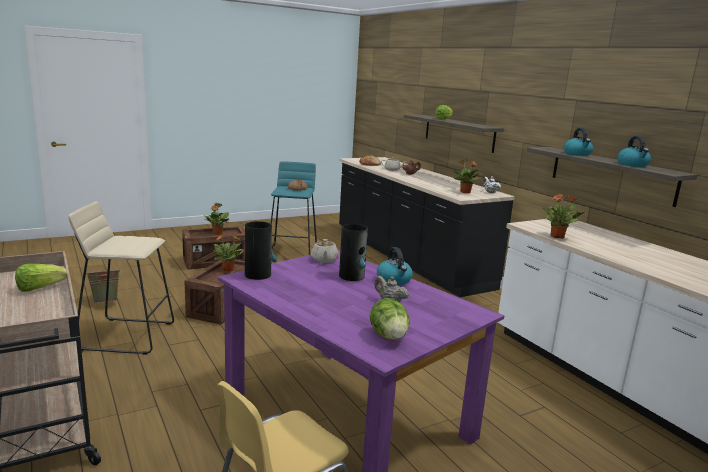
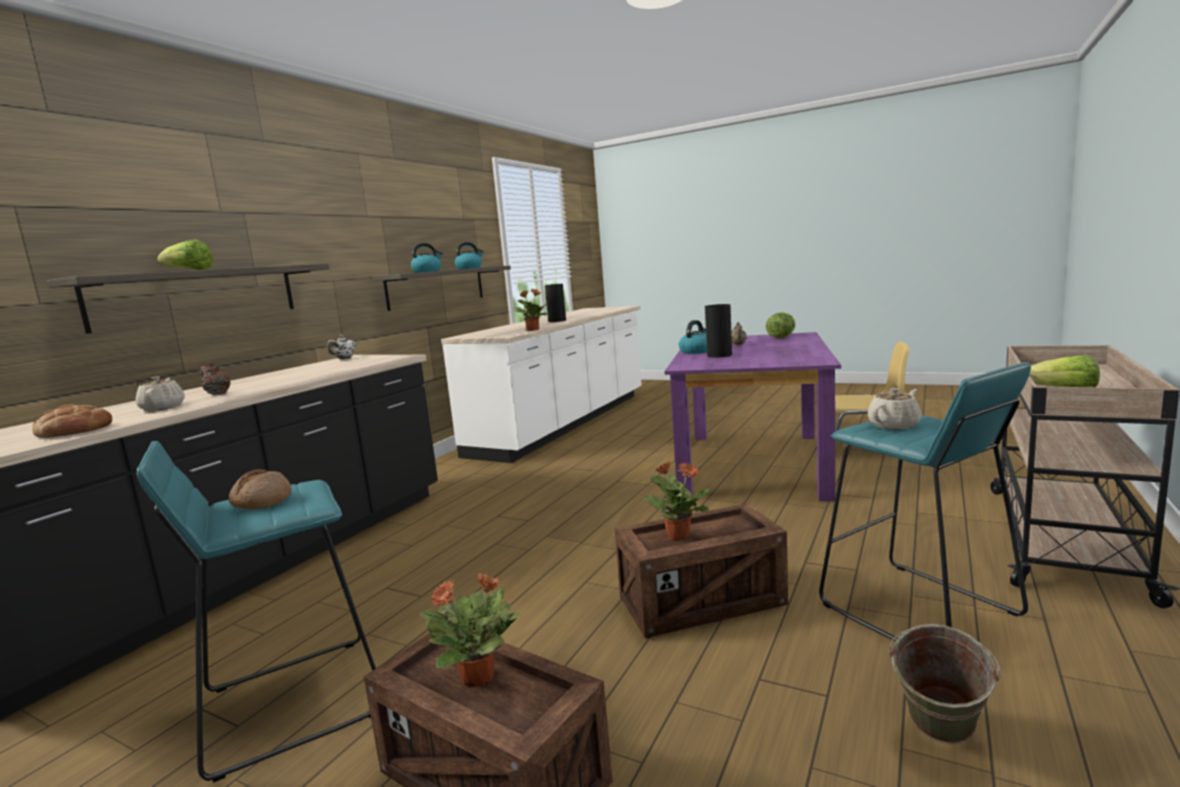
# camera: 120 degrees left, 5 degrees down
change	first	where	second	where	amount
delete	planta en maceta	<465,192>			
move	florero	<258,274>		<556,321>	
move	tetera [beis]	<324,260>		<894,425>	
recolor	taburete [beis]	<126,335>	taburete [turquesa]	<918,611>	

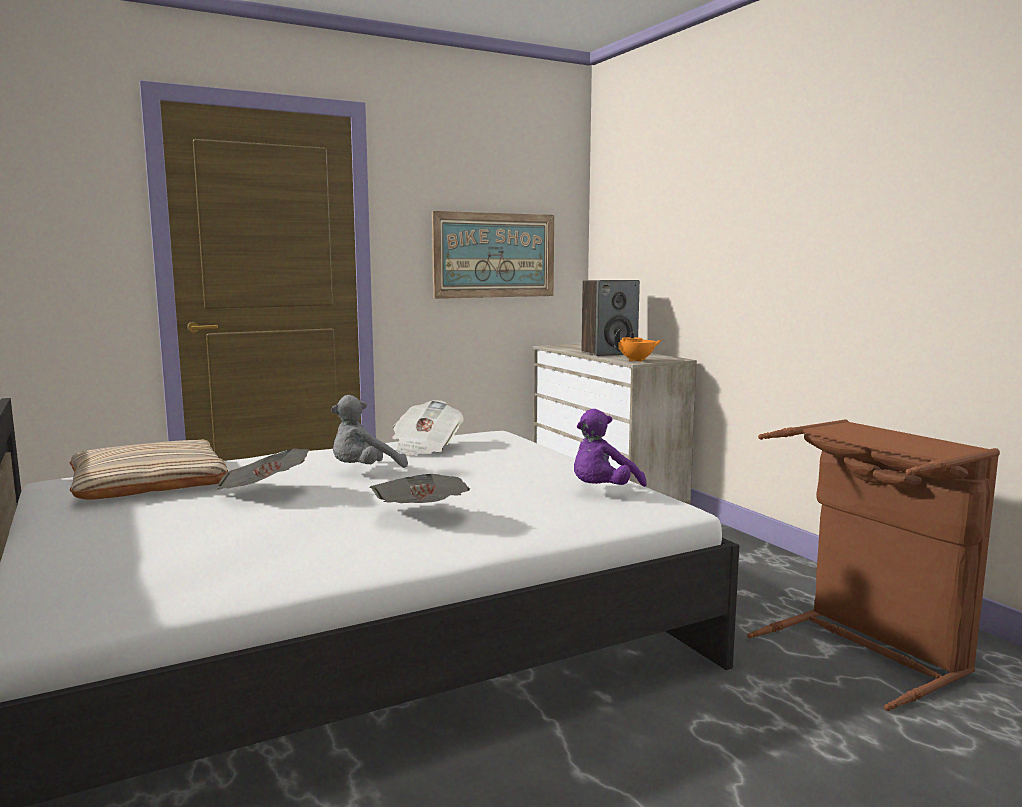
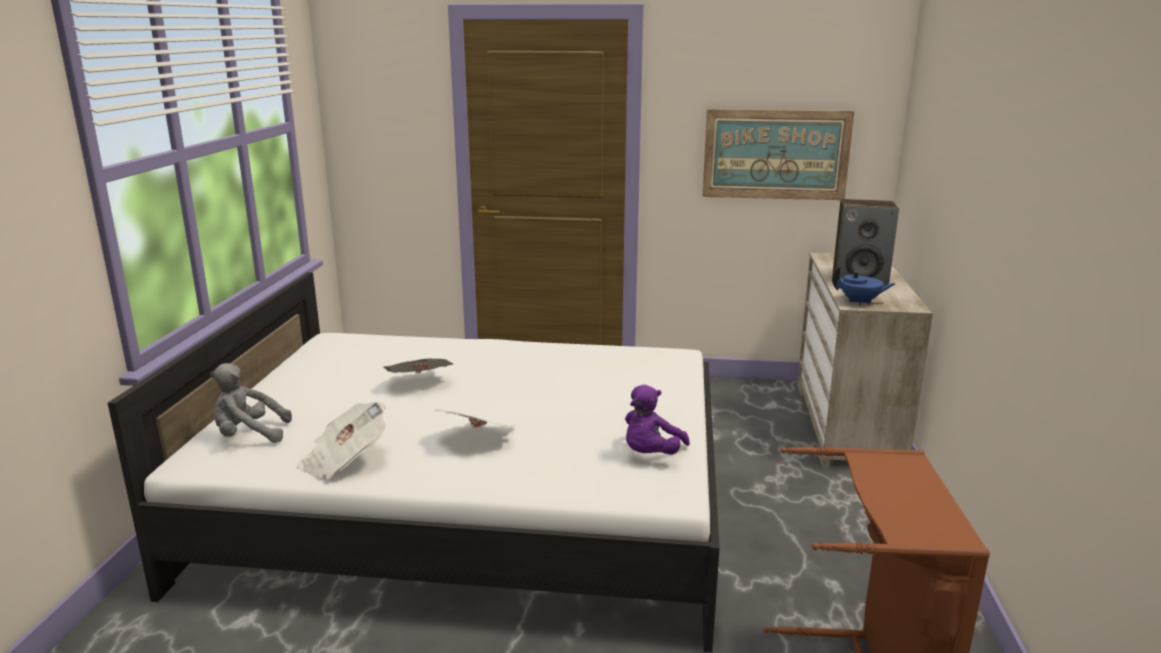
# camera: 35 degrees right, 10 degrees up
change	first	where	second	where	amount
delete	cojín [beis]	<148,481>			
move	peluche [gris]	<364,471>		<249,435>	
move	periódico	<425,448>		<344,460>	
recolor	tetera [naranja]	<637,360>	tetera [azul]	<860,302>	
rotate	peluche [morado]	<602,491>		<650,454>	45 degrees counterclockwise

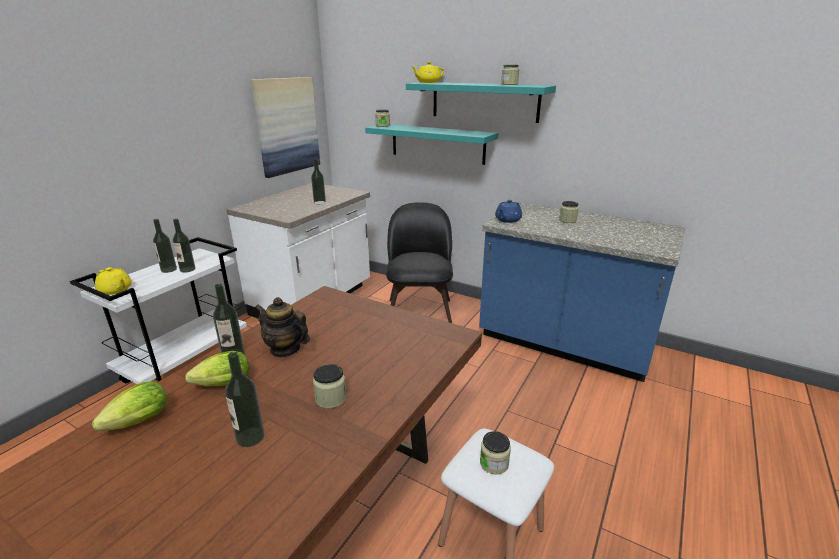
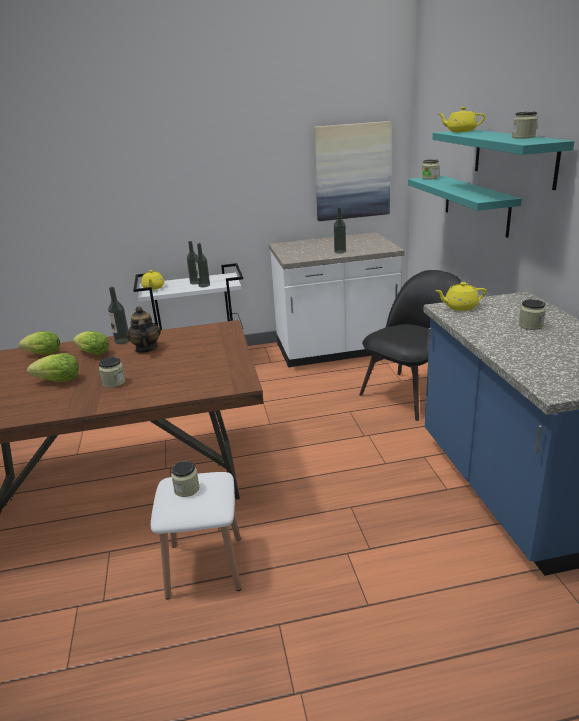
# camera: 50 degrees right, 0 degrees up
change	first	where	second	where	amount
replace	botella	<250,437>	lechuga	<59,381>	
recolor	tetera [azul]	<507,220>	tetera [amarillo]	<460,307>	

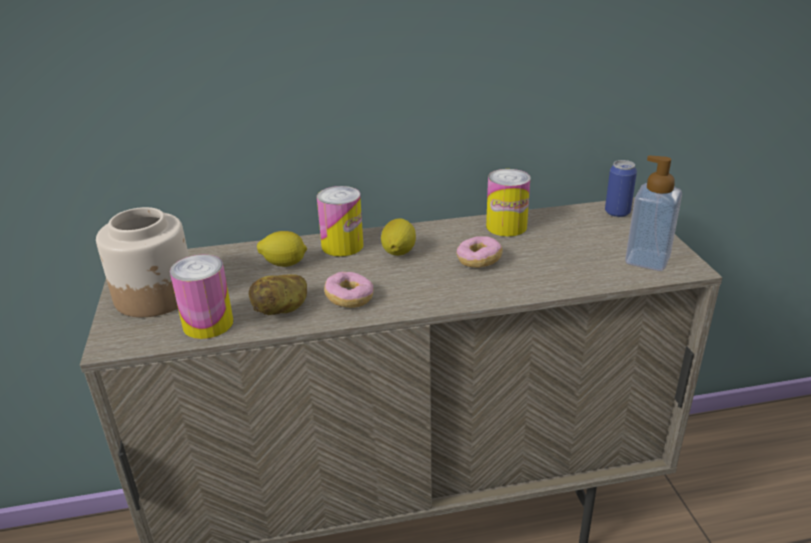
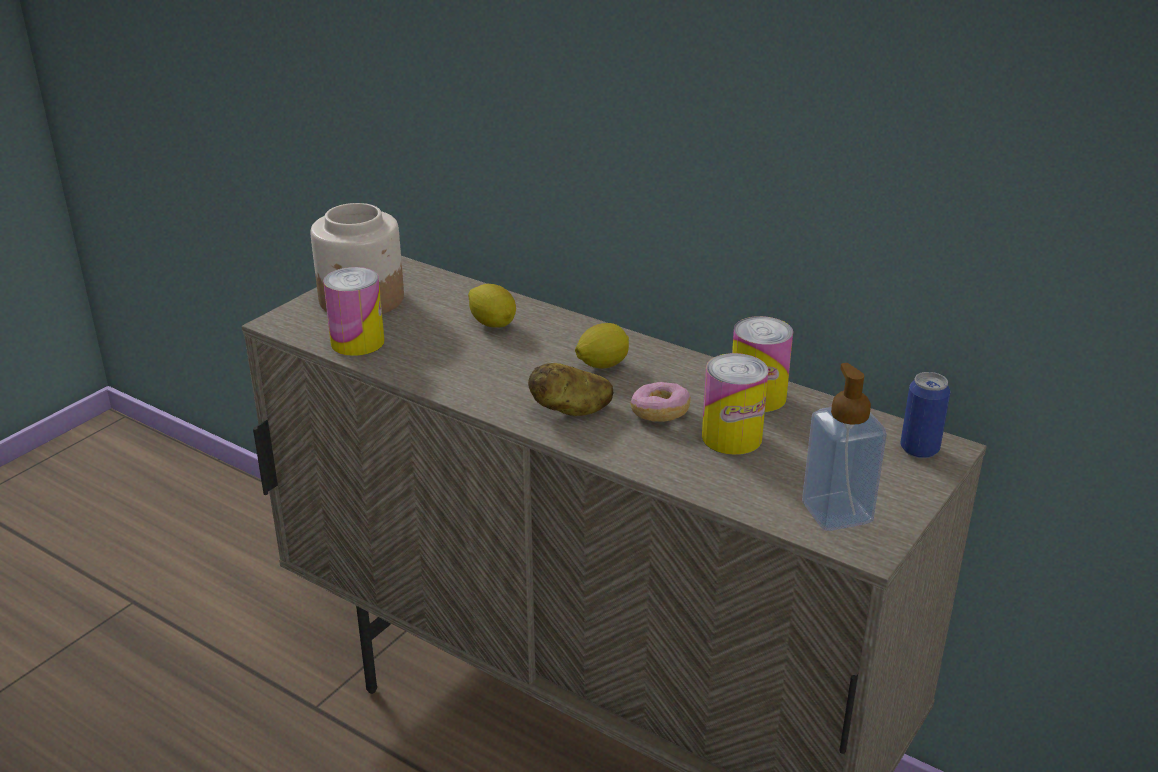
# camera: 45 degrees right, 0 degrees up
change	first	where	second	where	amount
delete	rosquilla	<349,299>			
move	patata	<283,309>		<571,410>	
move	lata	<342,246>		<731,437>	

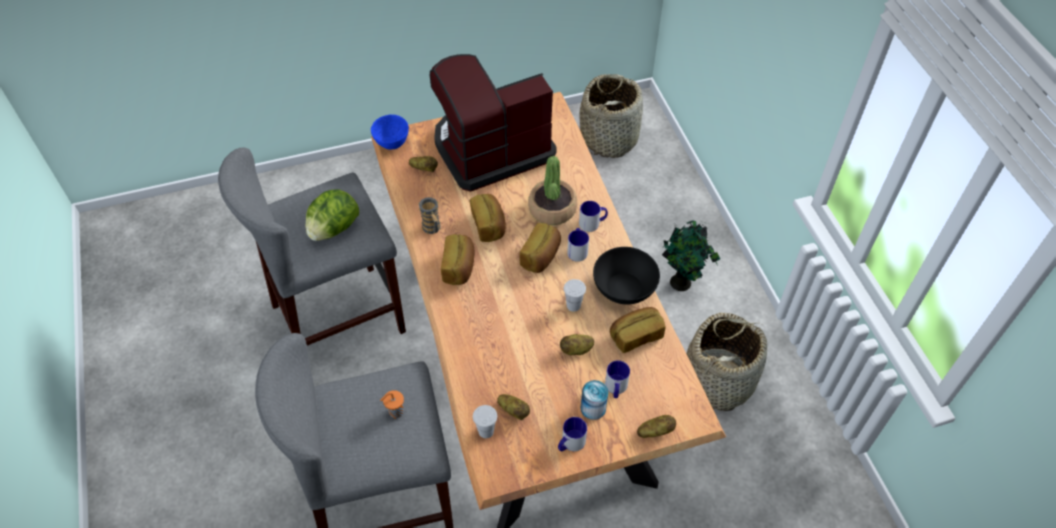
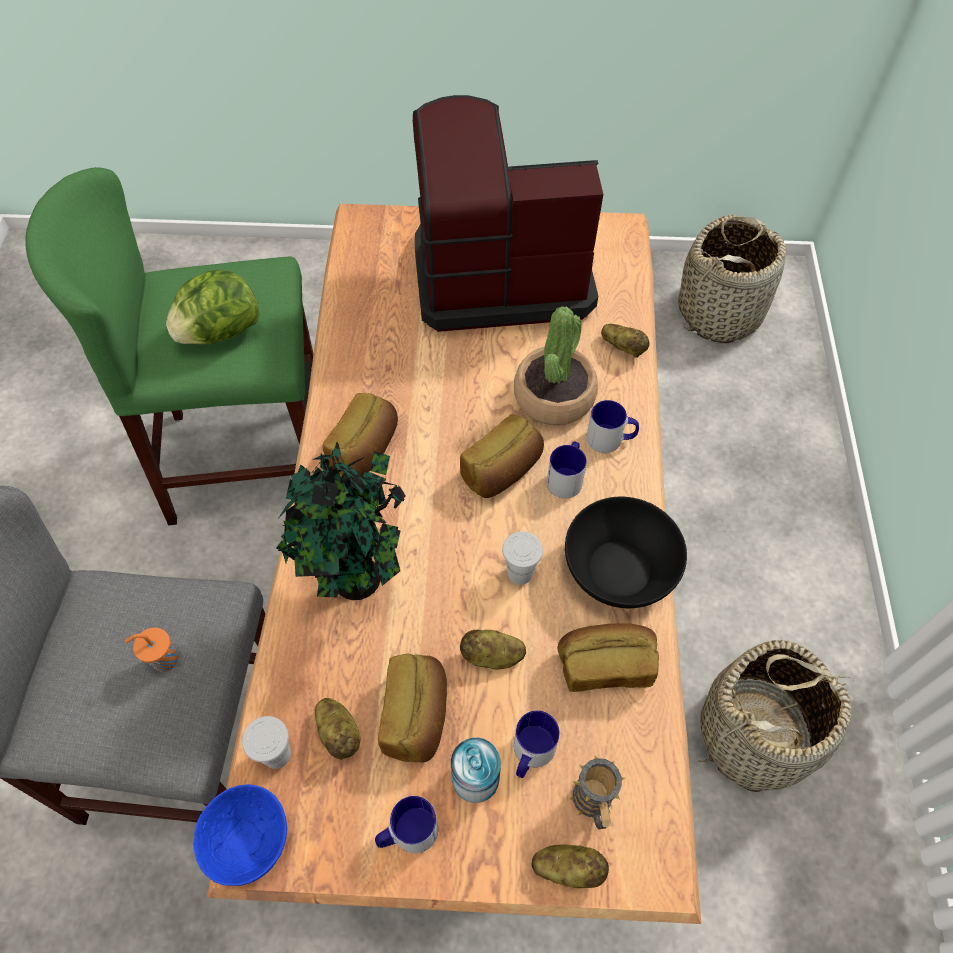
# camera: 20 degrees right, 5 degrees up
change	first	where	second	where	amount
move	cuenco [azul]	<393,144>		<254,842>	
move	patata	<424,169>		<623,348>	
move	taza grande	<432,229>		<593,805>	
move	pan	<489,225>		<416,715>	
move	planta en maceta	<682,283>		<359,582>	
recolor	taburete [gris]	<339,319>	taburete [verde]	<250,460>	

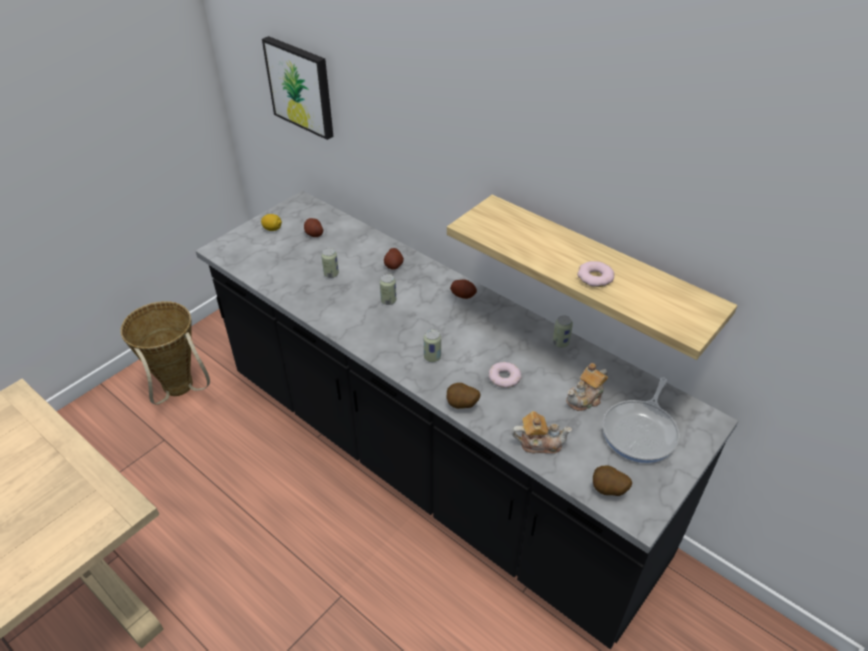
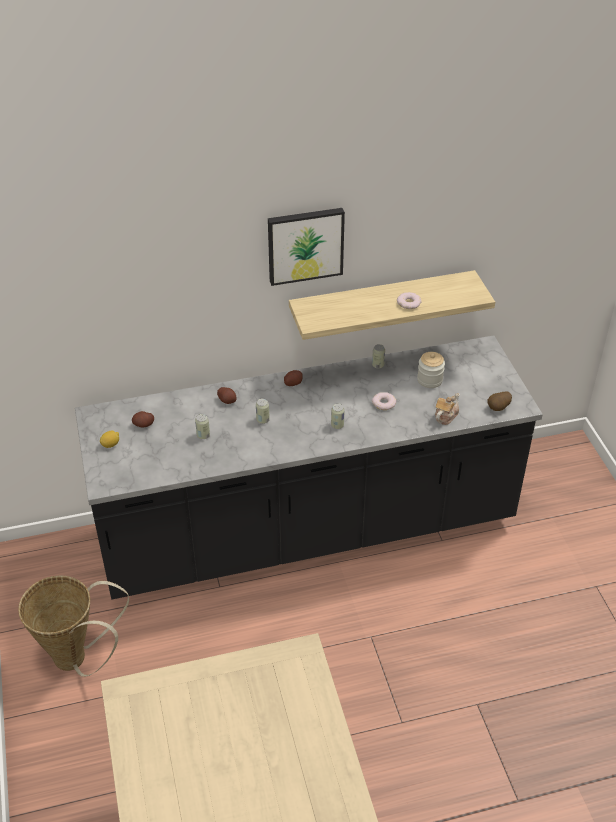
# camera: 55 degrees left, 0 degrees up
change	first	where	second	where	amount
delete	patata	<462,405>			
delete	sartén	<641,431>			
move	cuadro	<301,86>		<305,245>	
replace	tetera	<585,398>	tarro	<429,380>	

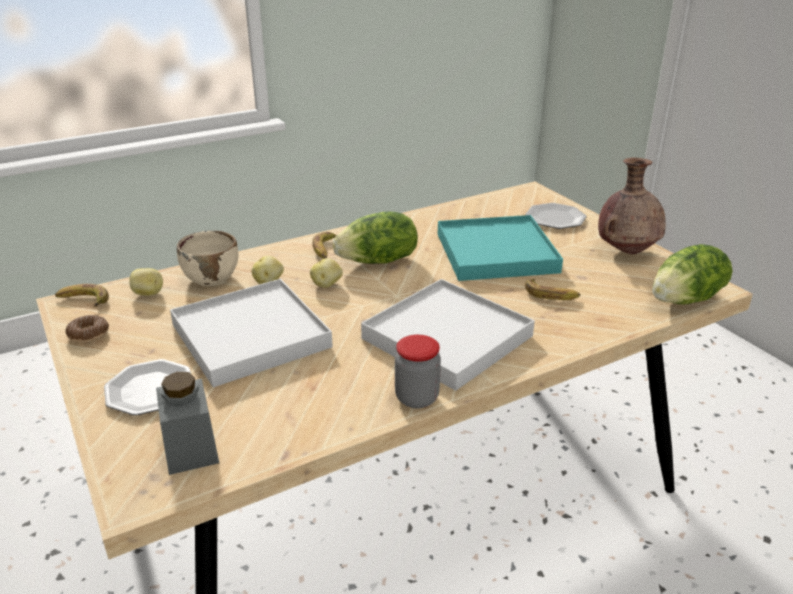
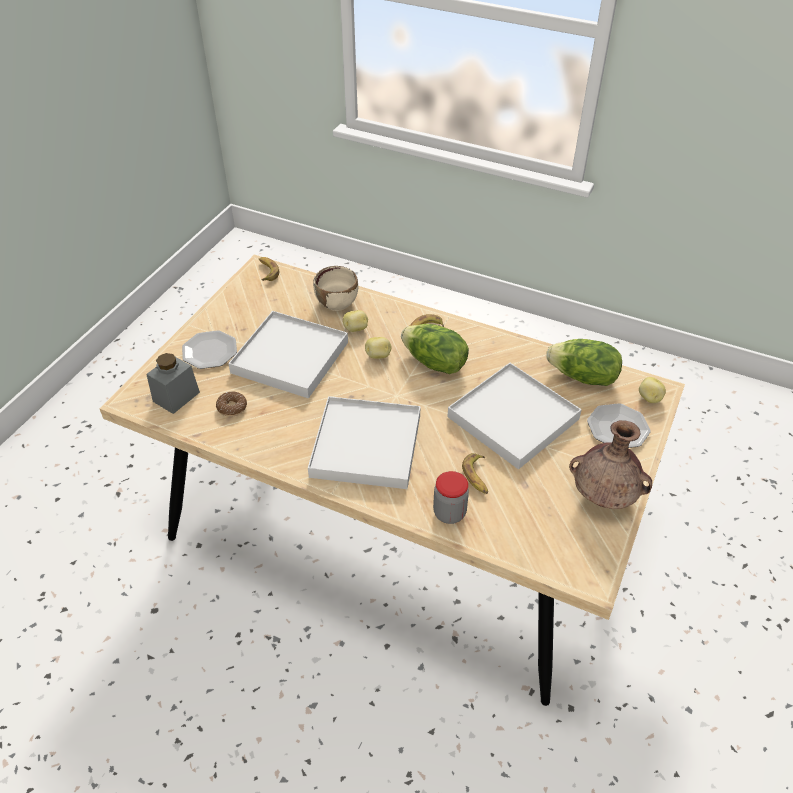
# camera: 55 degrees right, 15 degrees up
change	first	where	second	where	amount
move	rosquilla	<88,335>		<232,407>	
move	patata	<148,293>		<649,398>	
move	tarro	<417,398>		<449,513>	
move	lechuga	<686,299>		<582,377>	
recolor	bandeja [turquesa]	<496,253>	bandeja [blanco]	<512,418>	

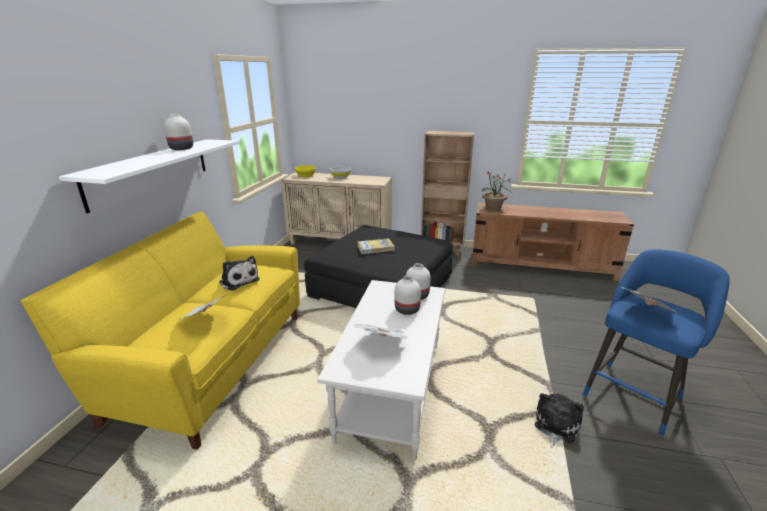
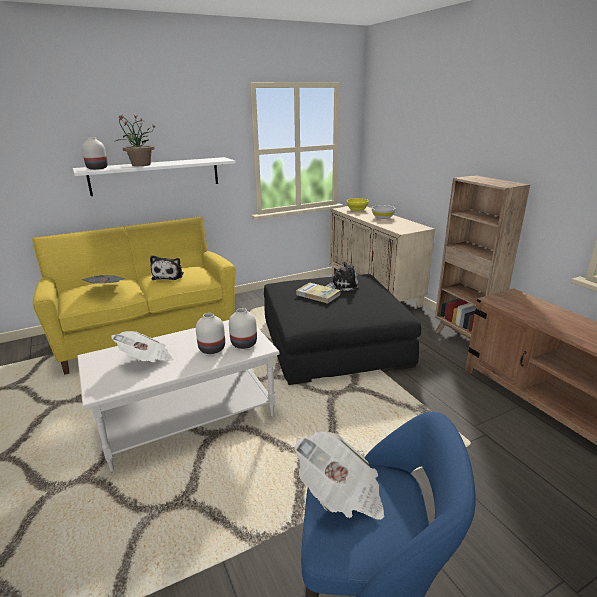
# camera: 50 degrees right, 0 degrees up
change	first	where	second	where	amount
move	florero [blanco]	<182,148>		<98,168>	
move	planta en maceta	<493,209>		<140,165>	
move	peluche	<555,427>		<342,285>	

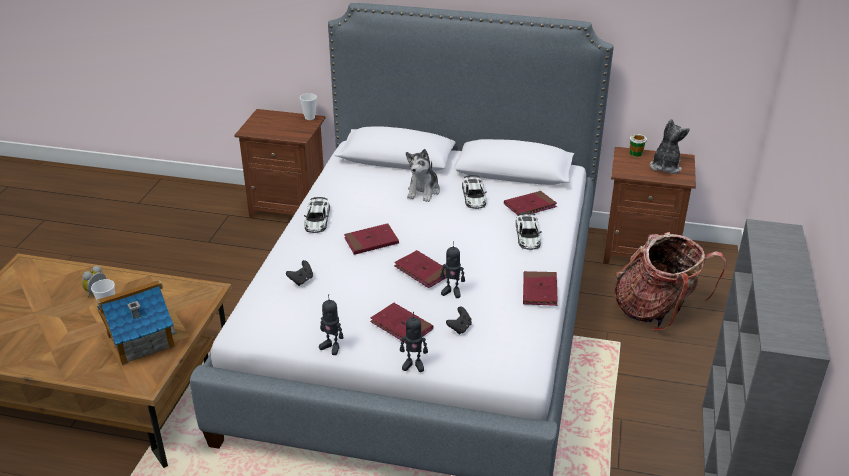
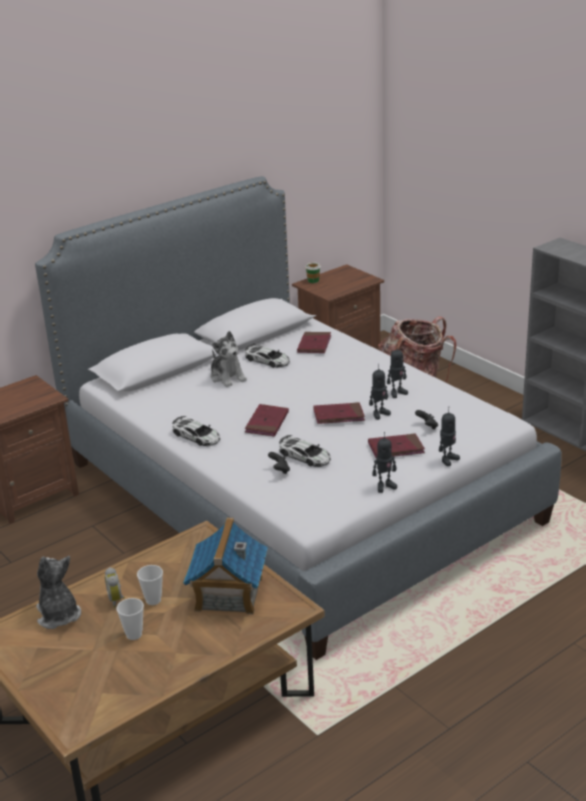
# camera: 50 degrees left, 5 degrees down
change	first	where	second	where	amount
delete	libro [rojo]	<539,291>			
insert			robot de juguete	<397,393>	
move	taza	<309,117>		<134,634>	
move	coche de juguete	<528,236>		<305,456>	
move	peluche	<665,166>		<58,615>	

